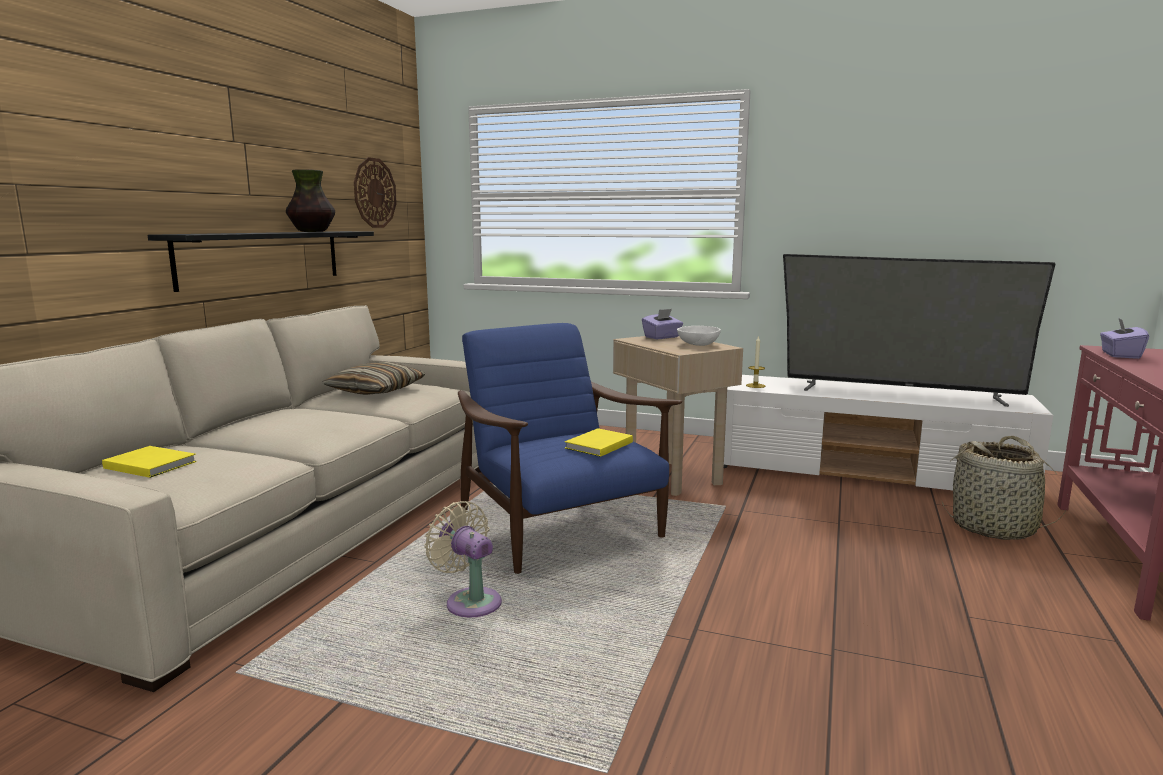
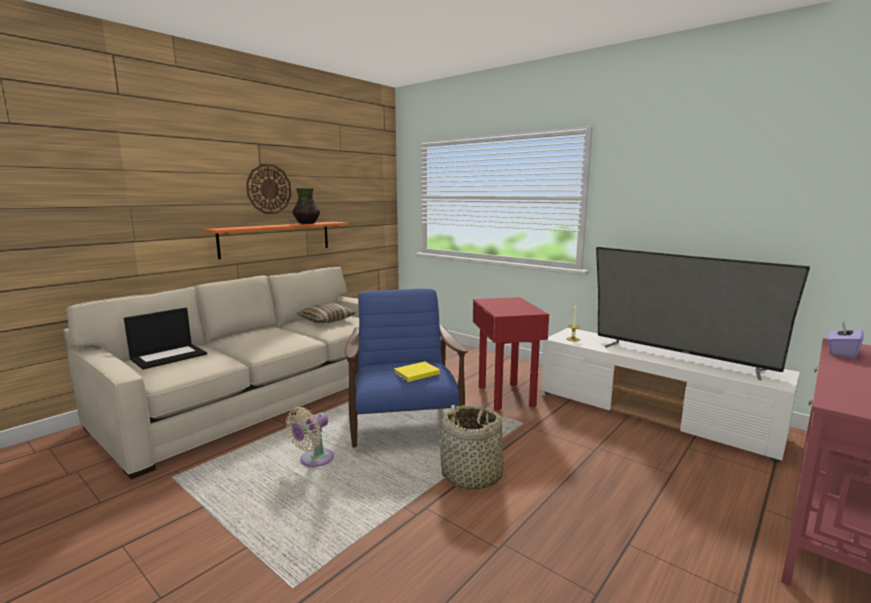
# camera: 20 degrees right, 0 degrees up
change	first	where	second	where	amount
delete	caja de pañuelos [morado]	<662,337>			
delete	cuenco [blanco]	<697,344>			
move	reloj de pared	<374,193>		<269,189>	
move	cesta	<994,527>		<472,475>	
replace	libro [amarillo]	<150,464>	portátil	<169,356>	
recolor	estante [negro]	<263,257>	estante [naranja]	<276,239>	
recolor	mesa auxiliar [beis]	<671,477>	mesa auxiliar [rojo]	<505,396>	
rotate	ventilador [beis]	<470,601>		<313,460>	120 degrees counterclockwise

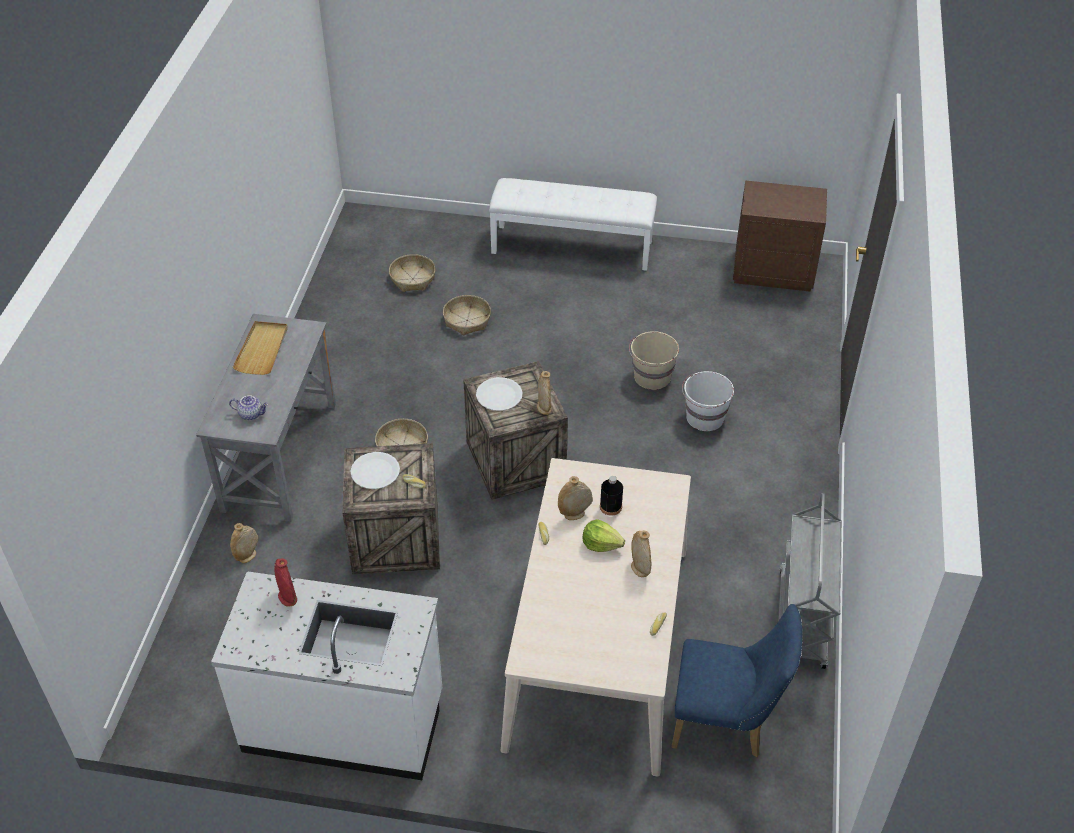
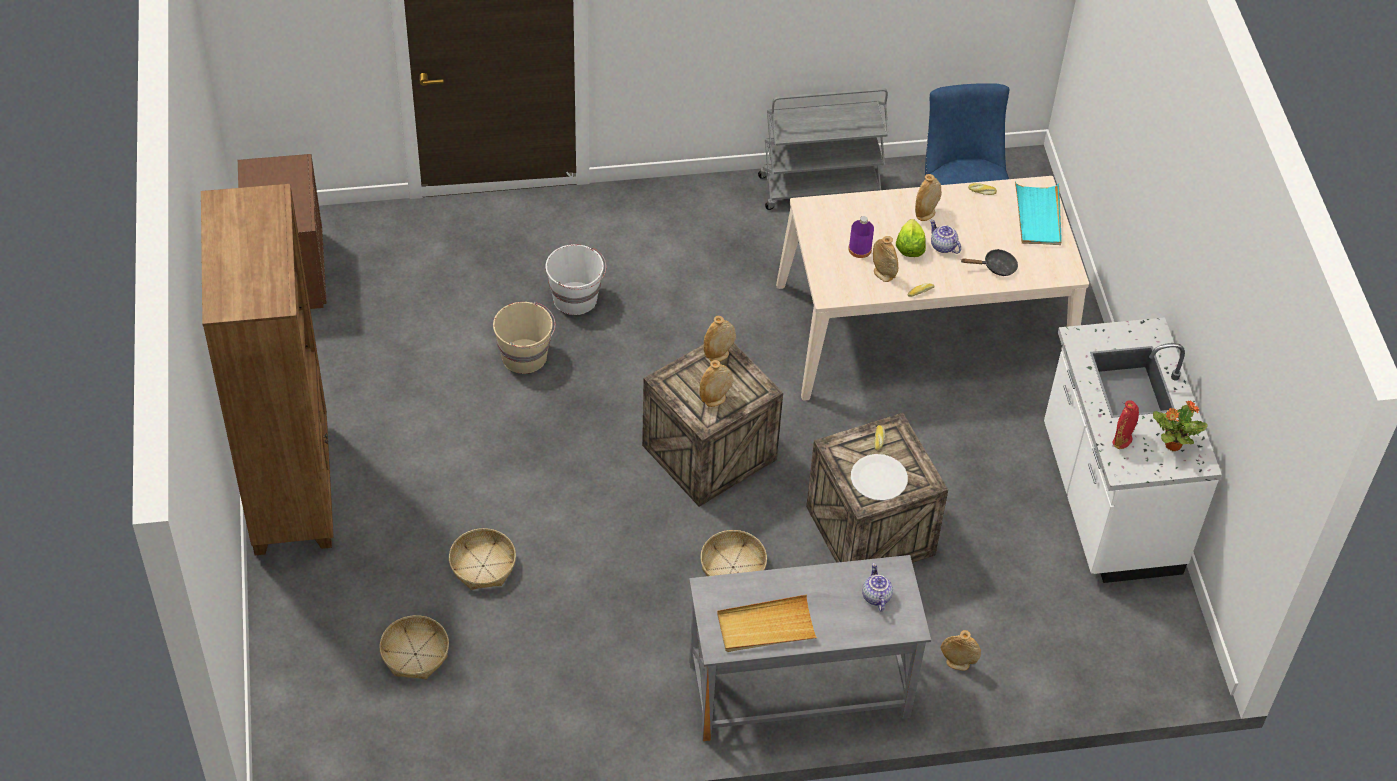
# camera: 110 degrees left, 5 degrees up
change	first	where	second	where	amount
insert			tetera	<942,246>	
insert			sartén [negro]	<996,267>	
insert			bandeja [turquesa]	<1038,216>	
insert			planta en maceta	<1172,444>	
replace	plato [blanco]	<499,395>	florero [beis]	<715,399>	
replace	banco [blanco]	<572,246>	estantería [marrón]	<292,487>	
recolor	botella [negro]	<610,506>	botella [morado]	<860,249>	

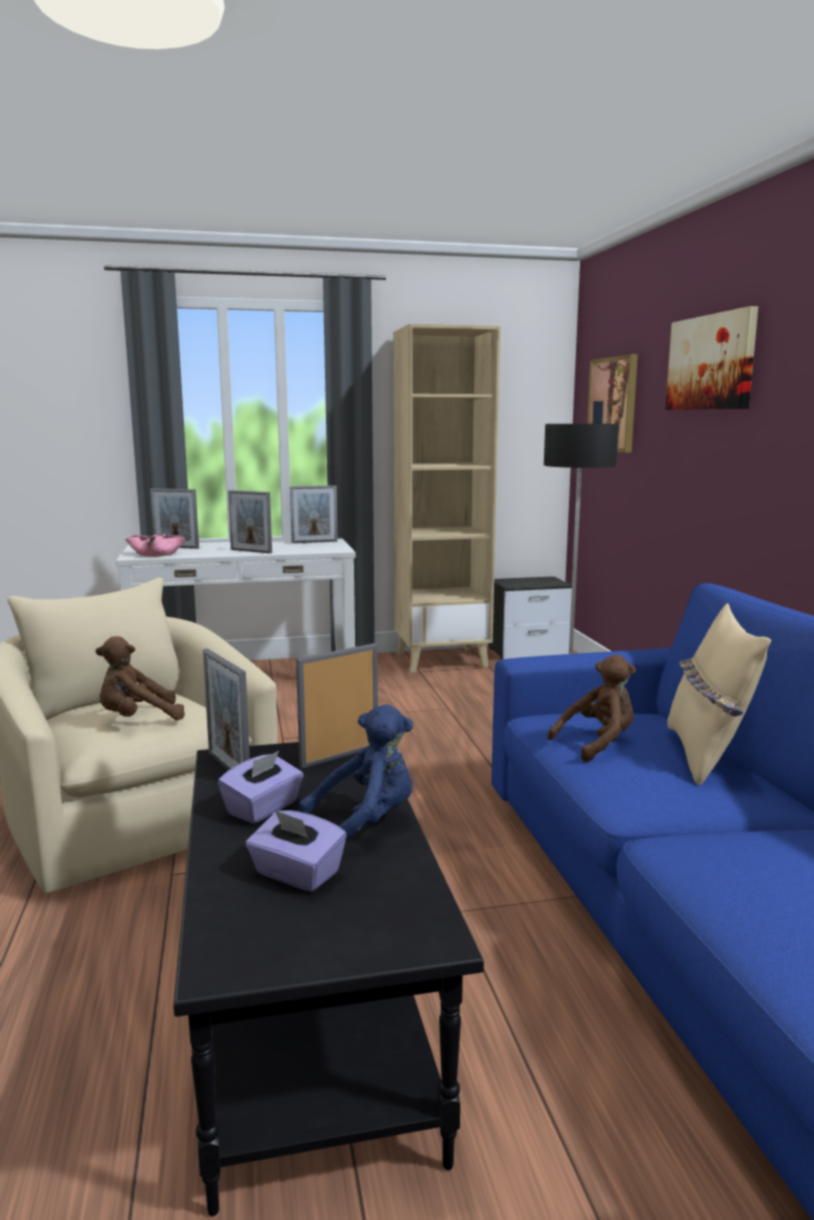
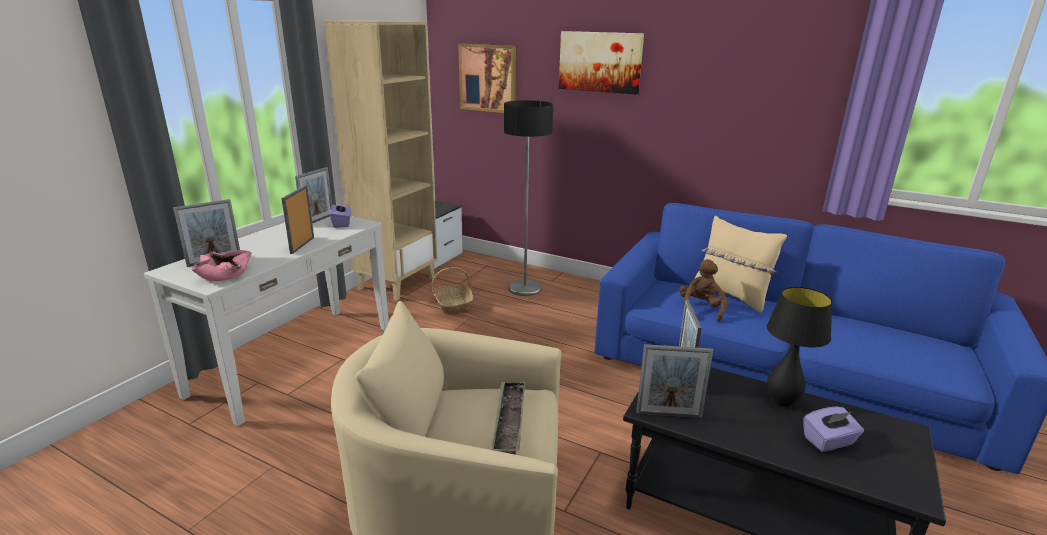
# camera: 50 degrees left, 10 degrees up
change	first	where	second	where	amount
insert			cesta	<453,304>	
move	caja de pañuelos [morado]	<263,808>		<342,223>	
replace	peluche [marrón]	<138,719>	bandeja	<509,421>	
replace	peluche [azul]	<365,823>	lámpara de mesa [negro]	<781,401>	
rotate	portarretratos	<251,551>		<302,245>	120 degrees clockwise

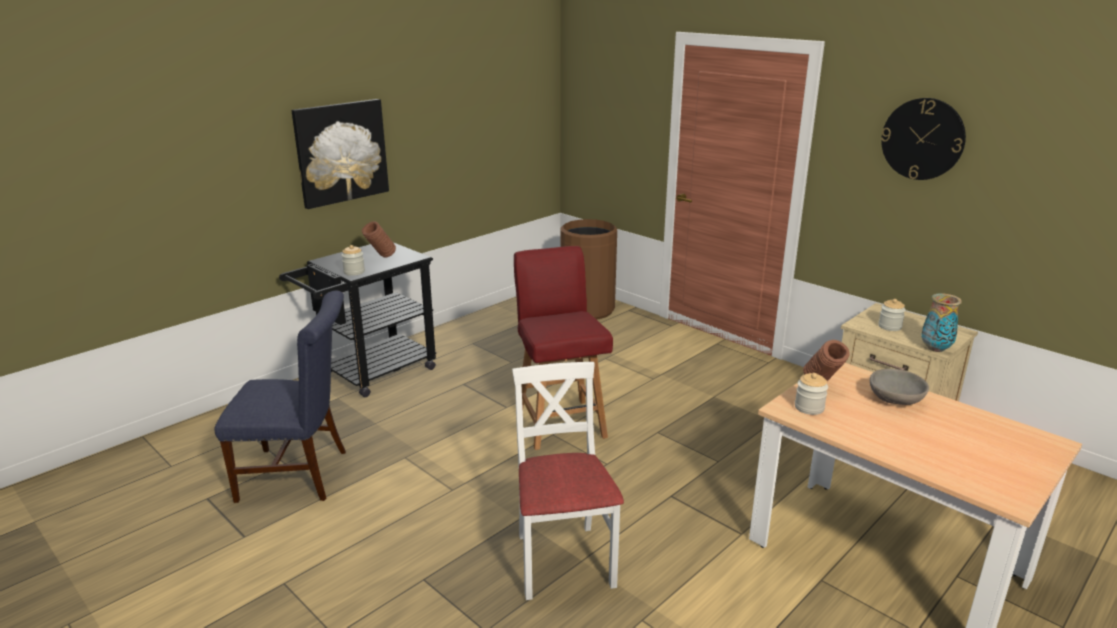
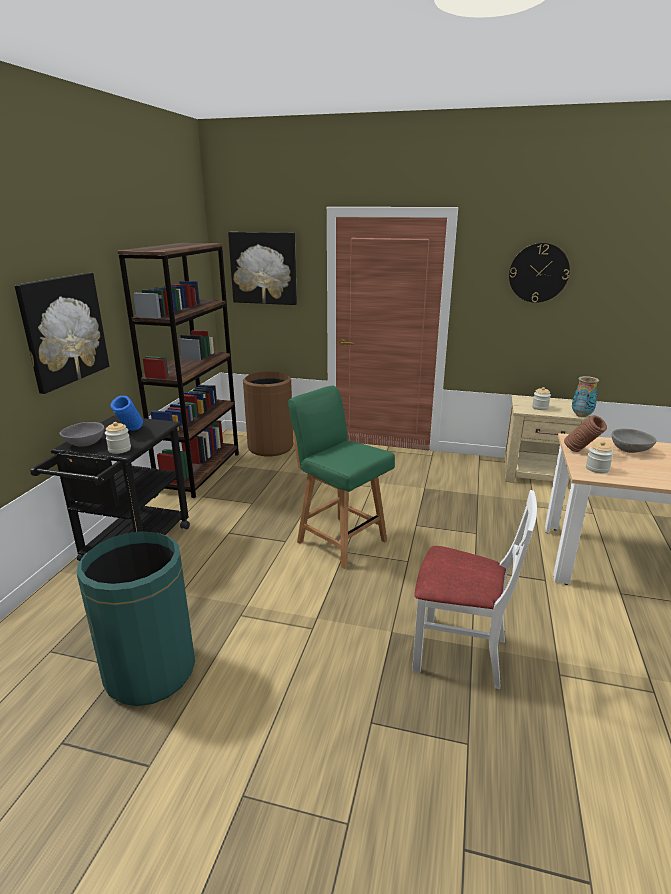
# camera: 30 degrees left, 0 degrees up
change	first	where	second	where	amount
insert			cuenco [gris]	<84,444>	
insert			estantería [marrón]	<200,472>	
insert			cuadro	<263,268>	
replace	silla [azul]	<300,474>	papelera [verde]	<150,671>	
recolor	florero [marrón]	<381,258>	florero [azul]	<130,431>	
recolor	silla [rojo]	<560,422>	silla [verde]	<340,540>	
rotate	silla [blanco]	<563,561>		<460,652>	150 degrees clockwise

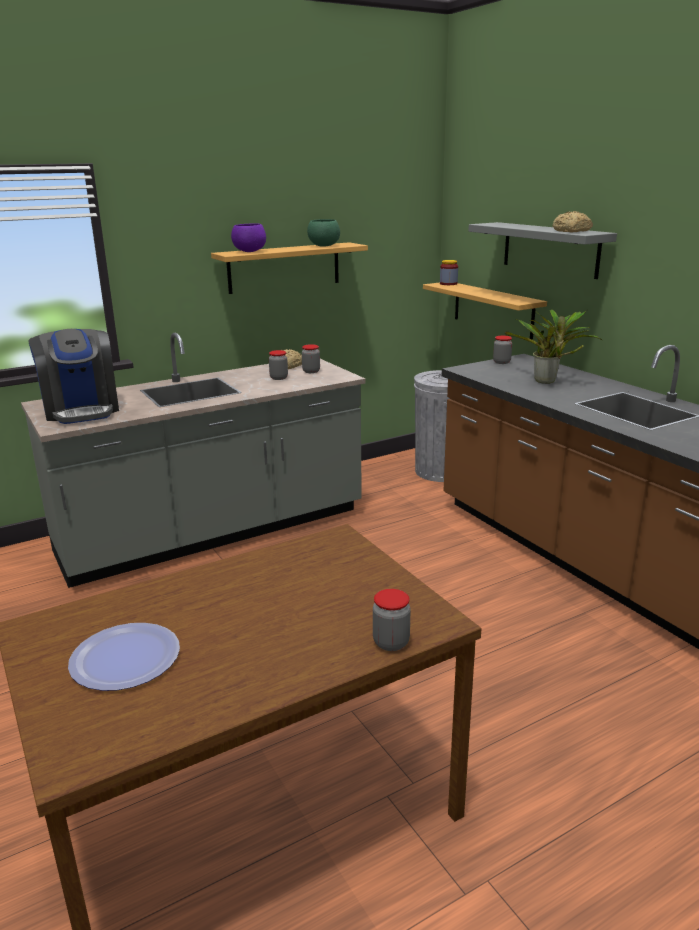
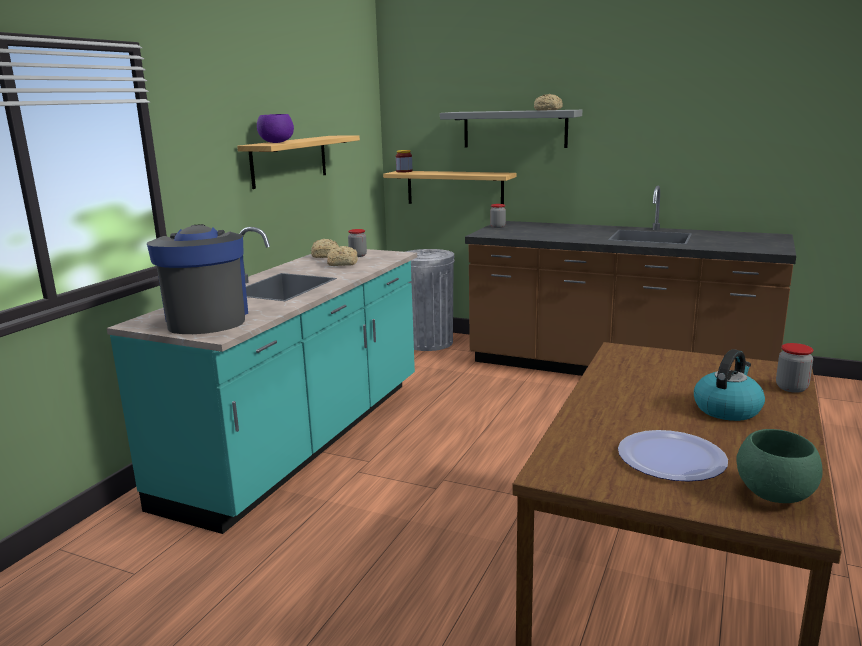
# camera: 35 degrees left, 5 degrees down
change	first	where	second	where	amount
delete	planta en maceta	<547,382>			
insert			hervidor	<727,409>	
move	cuenco [verde]	<323,246>		<773,495>	
replace	tarro	<279,378>	pan	<341,264>	
recolor	mueble bajo de cocina [gris]	<214,533>	mueble bajo de cocina [turquesa]	<303,440>	
rotate	cafetera	<81,410>		<207,318>	135 degrees counterclockwise

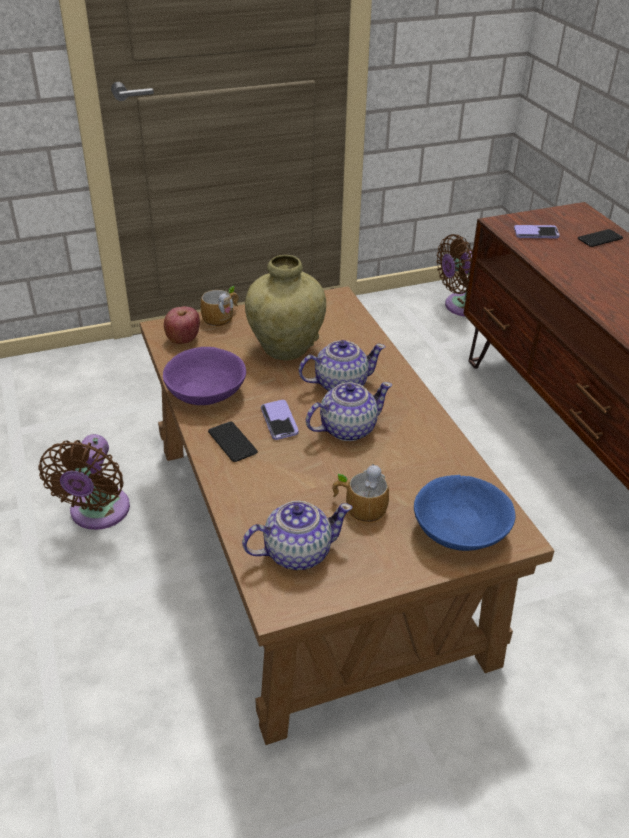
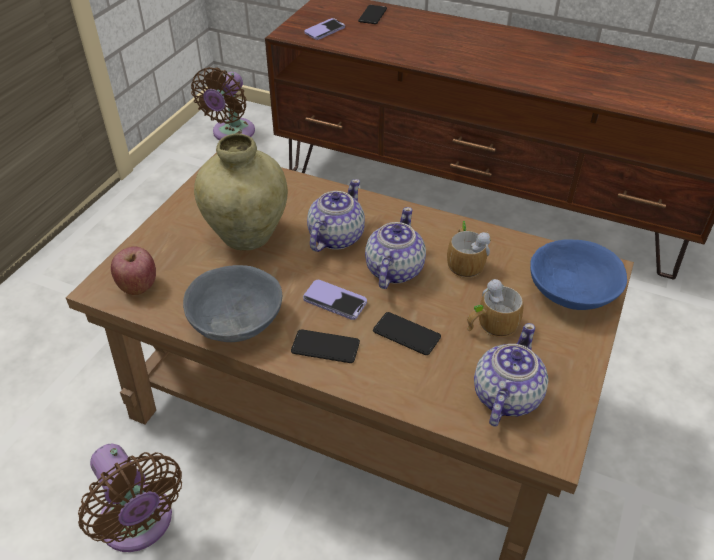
# camera: 45 degrees left, 5 degrees up
change	first	where	second	where	amount
insert			móvil	<406,334>	
move	taza grande	<222,317>		<465,261>	
recolor	cuenco [morado]	<207,392>	cuenco [gris]	<237,319>	

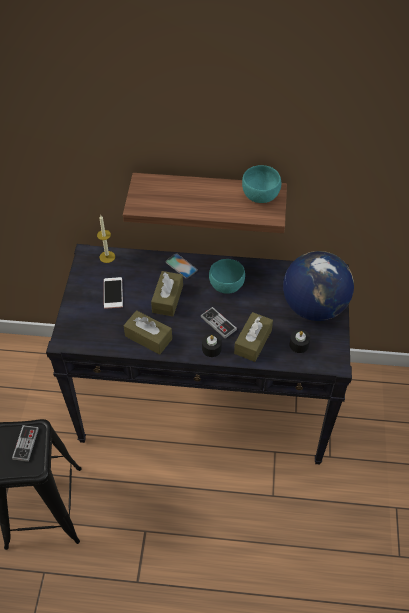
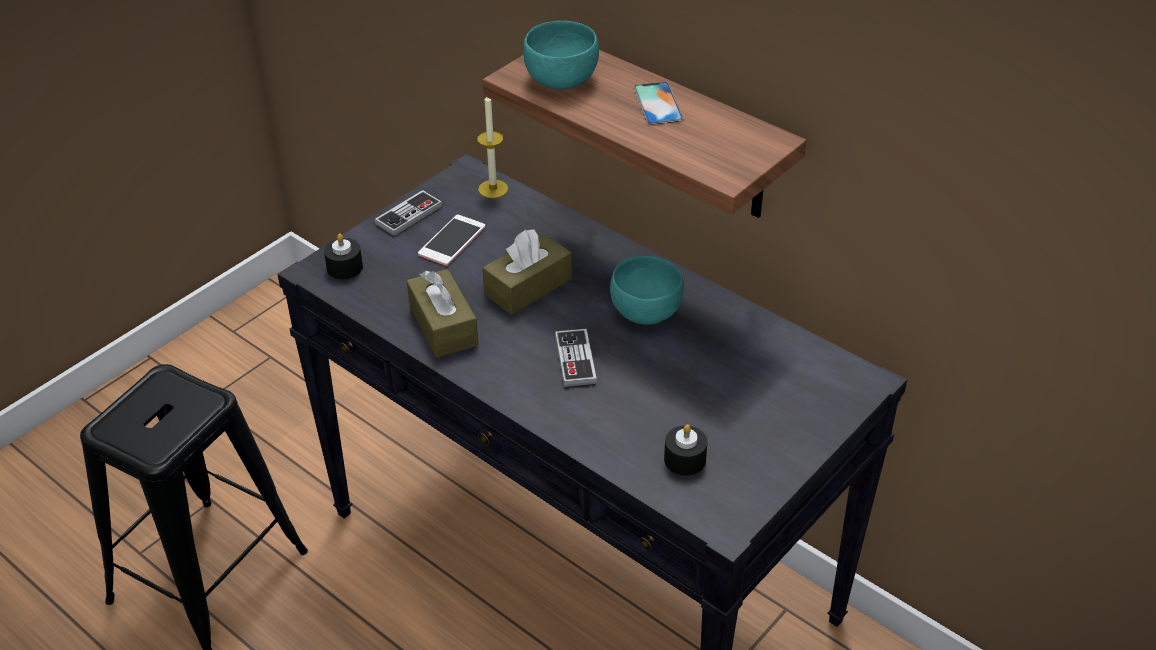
# camera: 35 degrees right, 10 degrees down
change	first	where	second	where	amount
delete	caja de pañuelos [marrón]	<253,342>			
delete	globo terráqueo	<314,307>			
move	mando de consola	<26,444>		<409,215>	
move	móvil	<181,266>		<657,104>	
move	vela [negro]	<211,349>		<344,267>	
move	cuenco [turquesa]	<260,195>		<561,80>	

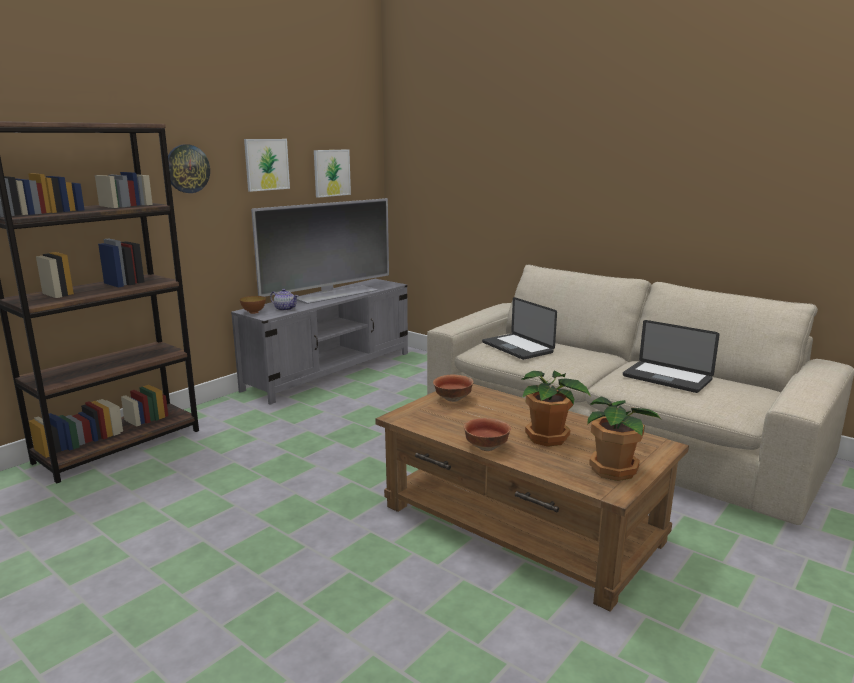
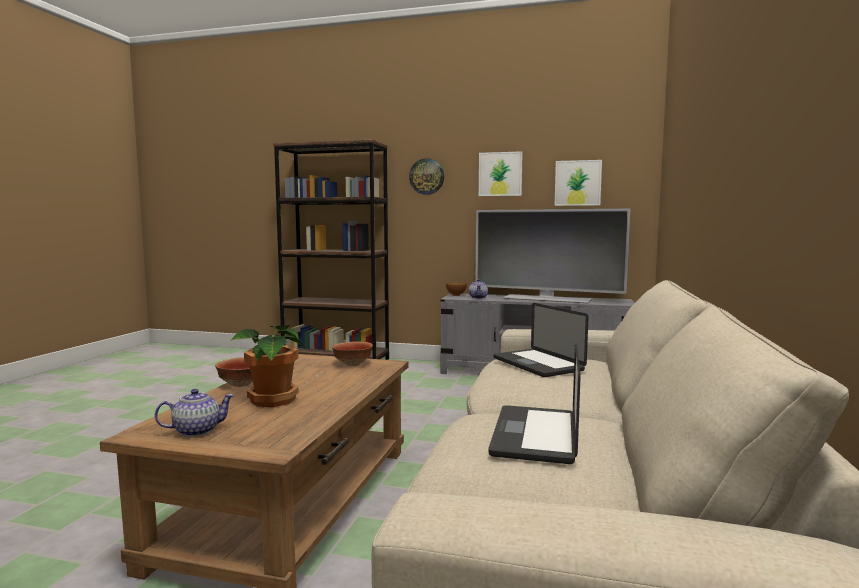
# camera: 65 degrees right, 10 degrees down
change	first	where	second	where	amount
replace	planta en maceta	<614,469>	tetera	<196,431>	
rotate	portátil	<517,348>		<537,364>	60 degrees counterclockwise

